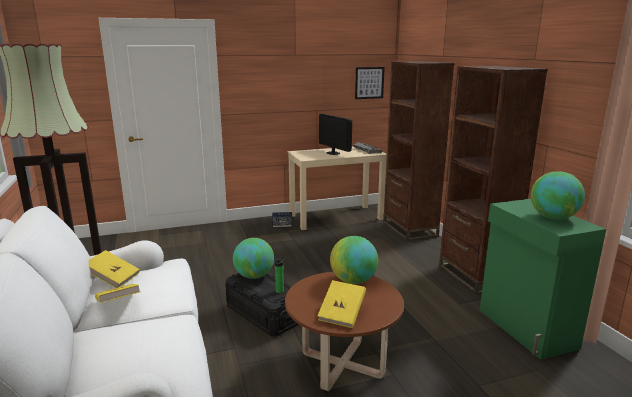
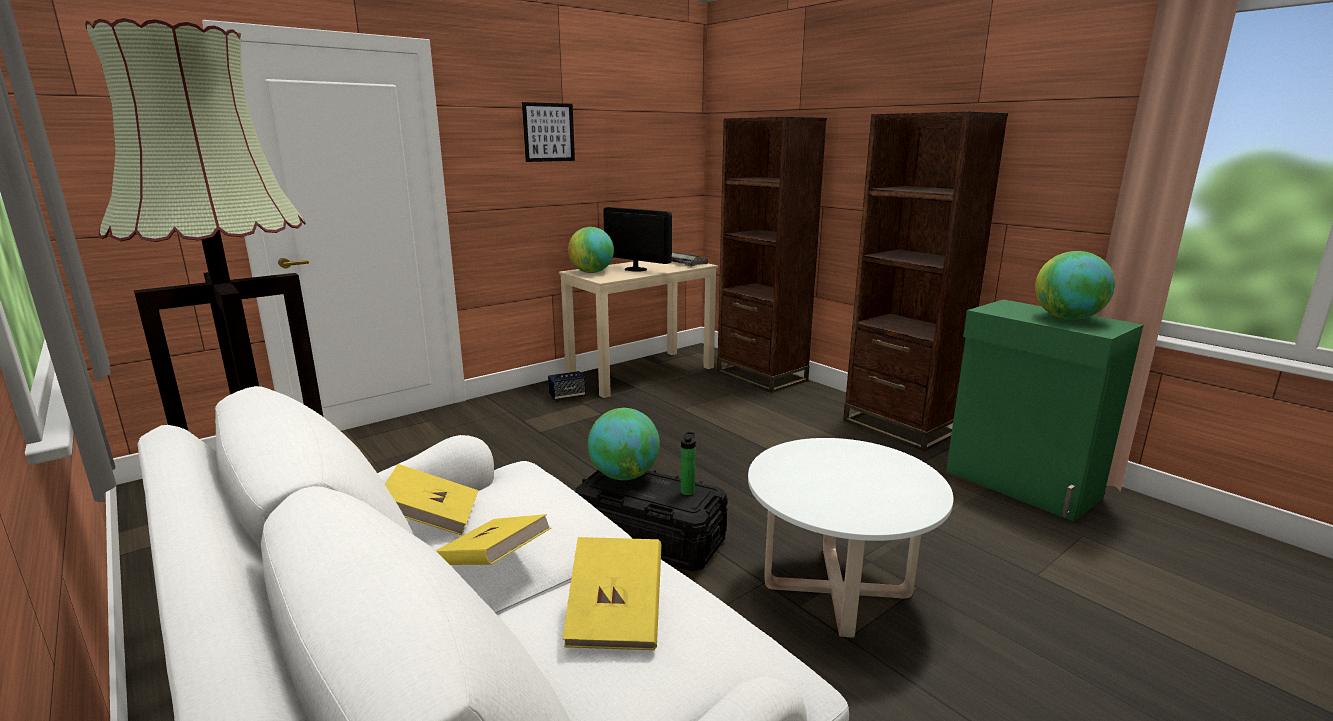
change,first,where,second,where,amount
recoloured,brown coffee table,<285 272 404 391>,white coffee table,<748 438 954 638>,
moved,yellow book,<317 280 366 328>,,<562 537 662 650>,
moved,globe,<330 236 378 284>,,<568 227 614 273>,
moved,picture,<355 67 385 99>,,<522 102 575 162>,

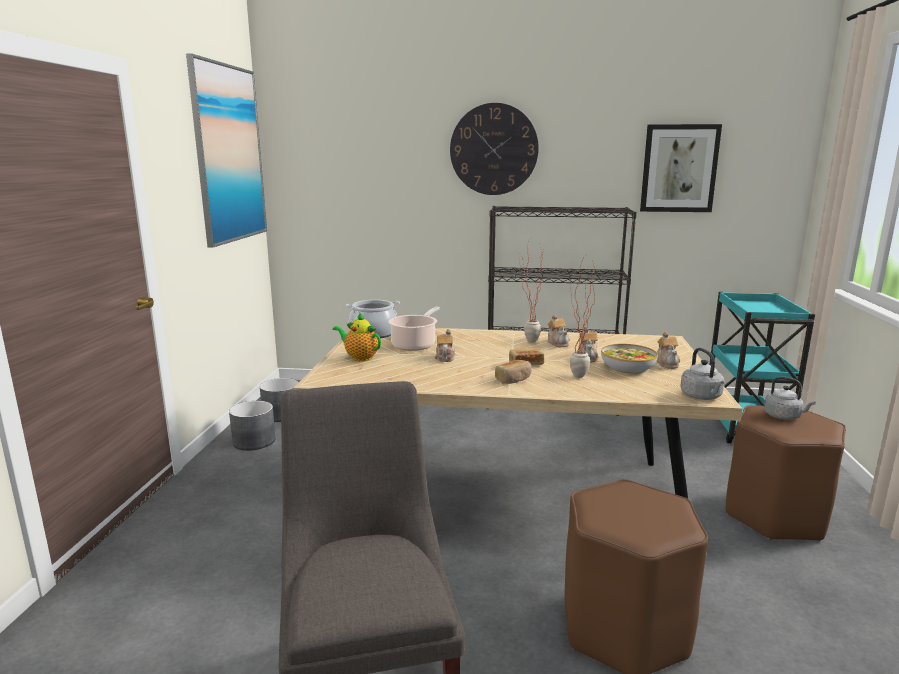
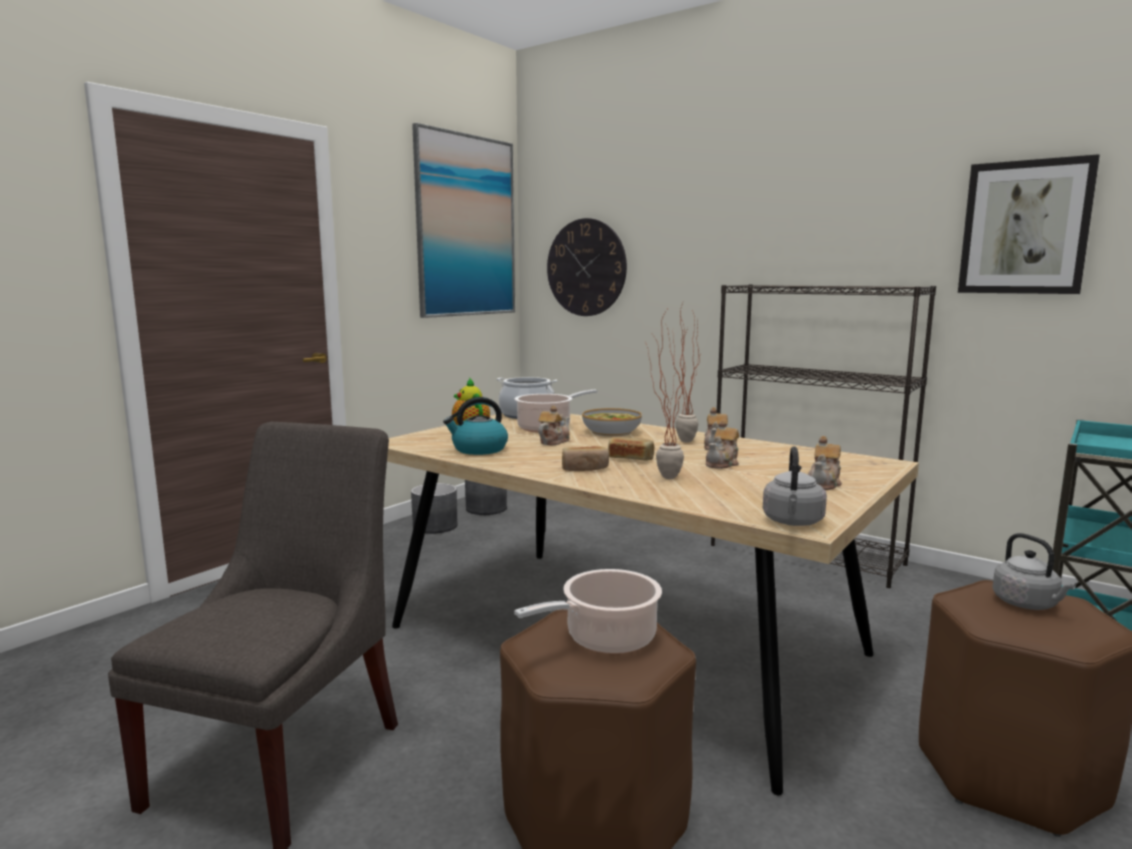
change,first,where,second,where,amount
moved,wall clock,<450 103 539 195>,,<547 218 627 316>,
moved,bowl,<601 344 658 374>,,<582 408 642 437>,
added,,,kettle,<443 397 508 455>,
added,,,cooking pot,<514 569 662 654>,

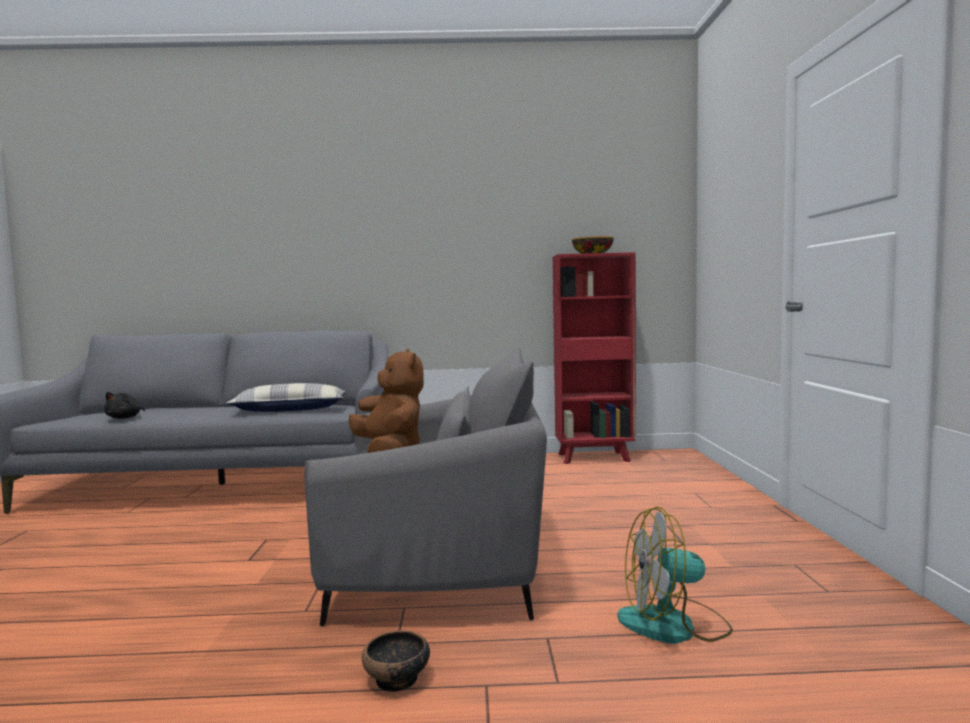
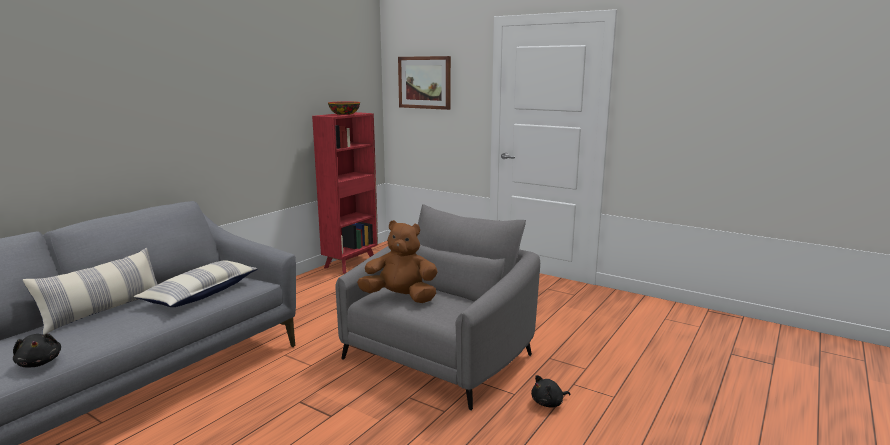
change,first,where,second,where,amount
replaced,bowl,<362 630 430 692>,black plush toy,<531 375 571 408>,
removed,fan,<617 507 733 644>,,,
added,,,pillow,<23 248 158 335>,
added,,,picture,<398 56 451 110>,

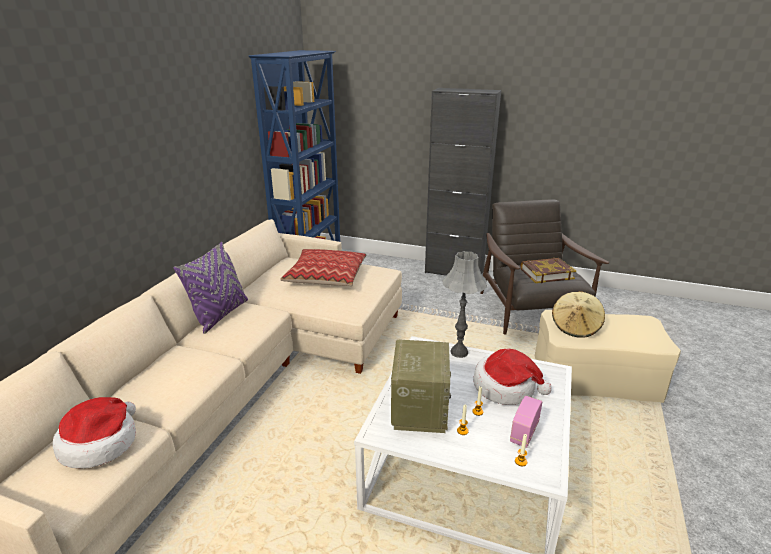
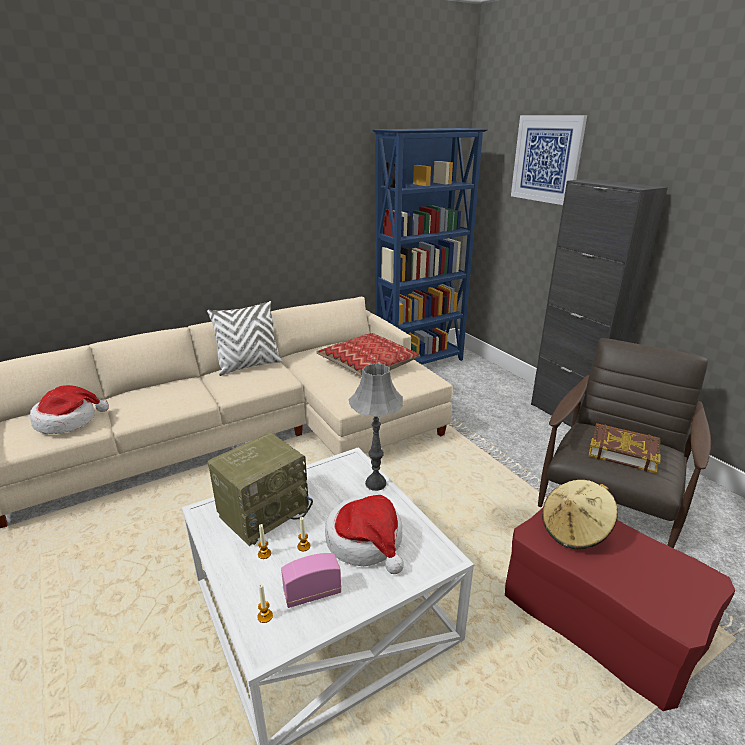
change,first,where,second,where,amount
recoloured,purple pillow,<173 242 248 334>,white pillow,<207 301 282 376>,
recoloured,beige ottoman,<535 310 681 403>,red ottoman,<505 508 735 711>,
added,,,picture,<511 115 587 205>,

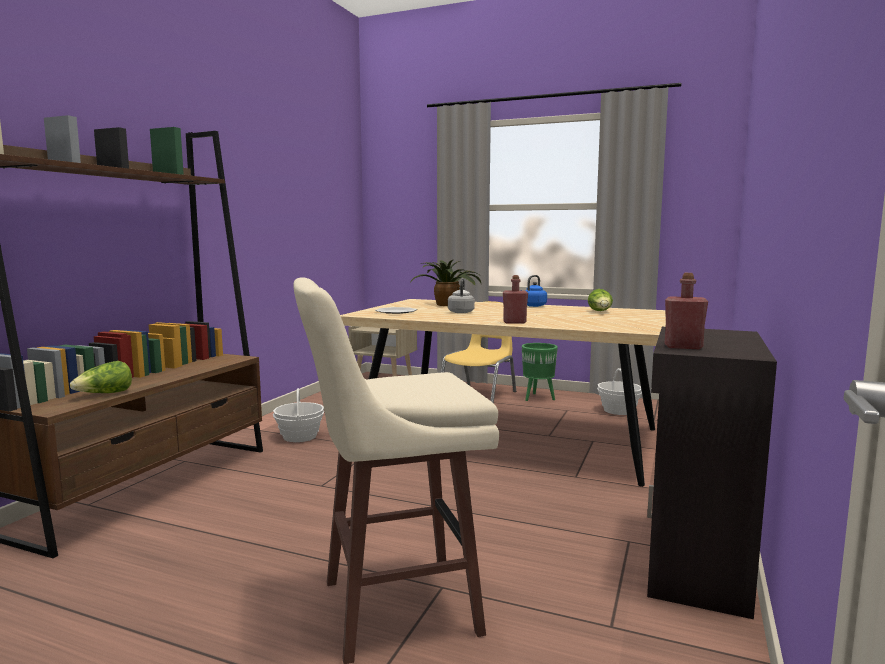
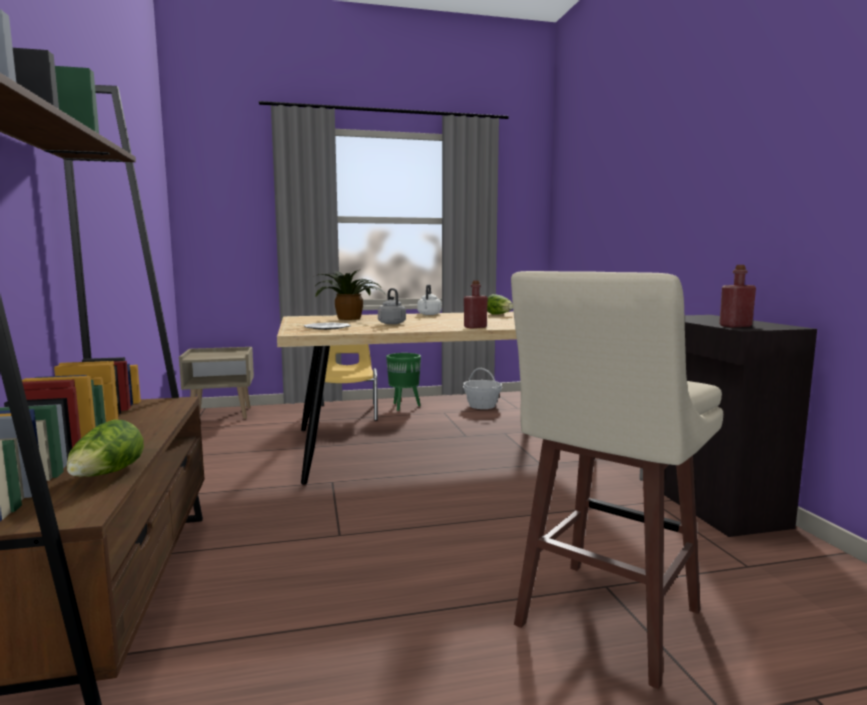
change,first,where,second,where,amount
removed,basket,<273 388 324 442>,,,
recoloured,blue kettle,<521 275 547 307>,white kettle,<418 284 442 315>,

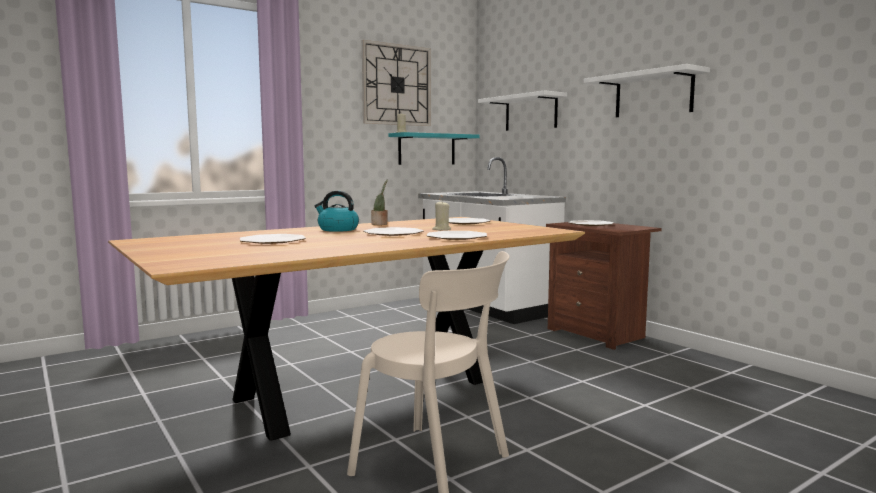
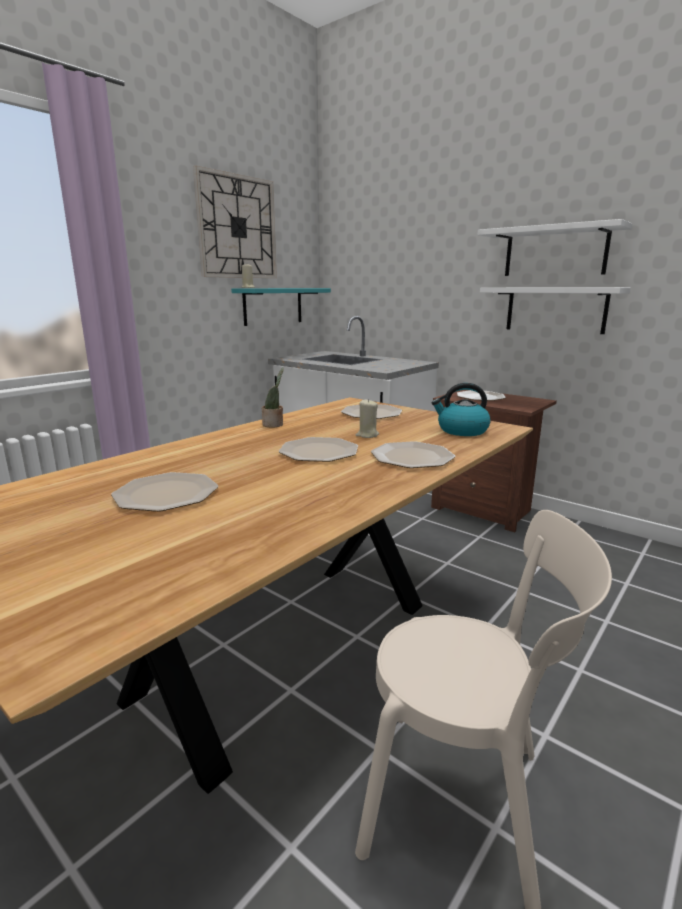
change,first,where,second,where,amount
moved,kettle,<314 191 359 232>,,<432 383 491 436>,
moved,white shelf,<478 90 567 131>,,<480 287 631 334>,

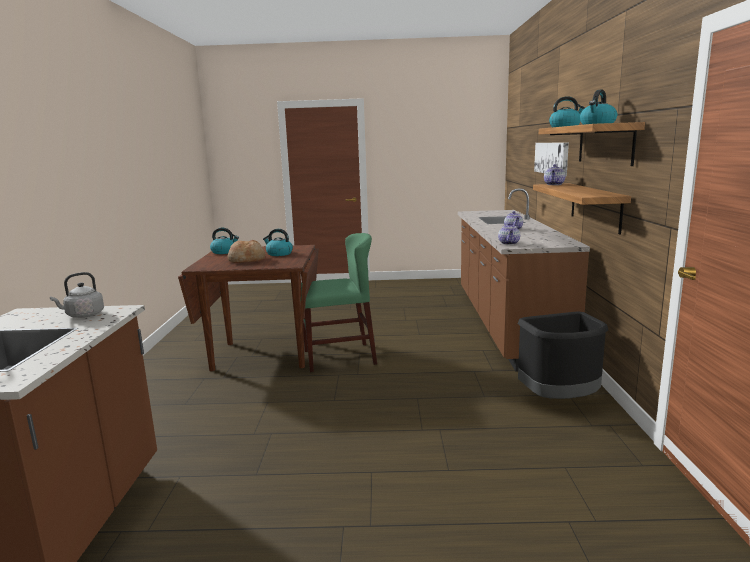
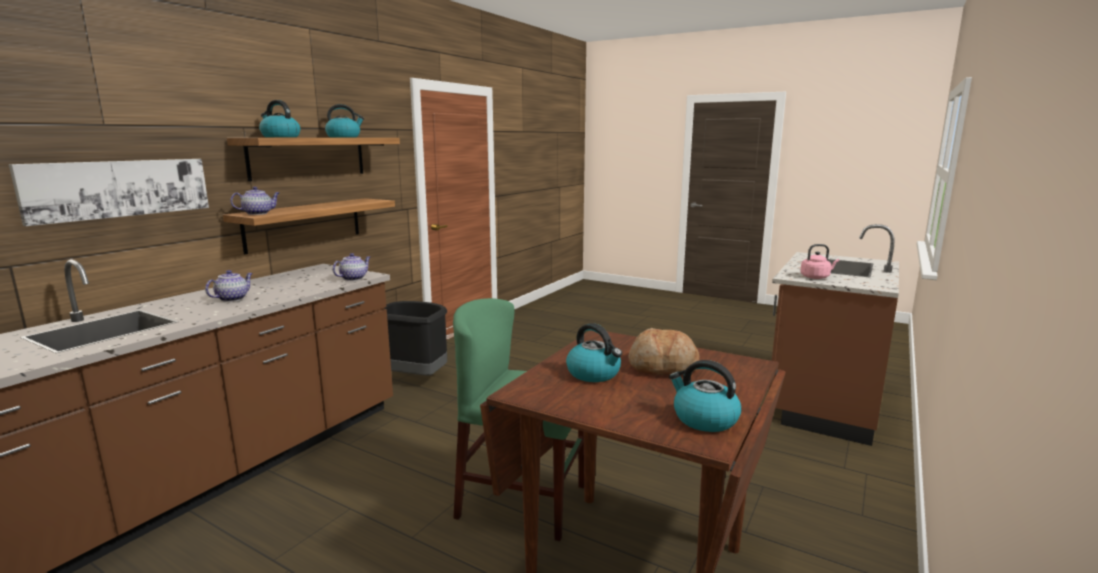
change,first,where,second,where,amount
recoloured,grey kettle,<50 272 104 318>,pink kettle,<800 244 839 279>,

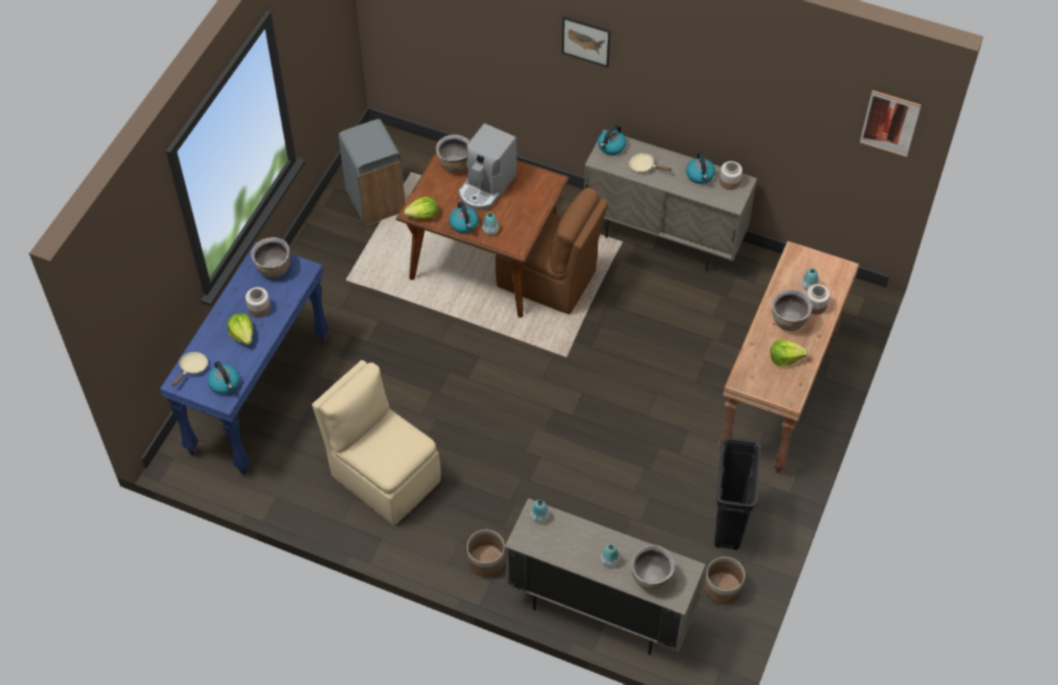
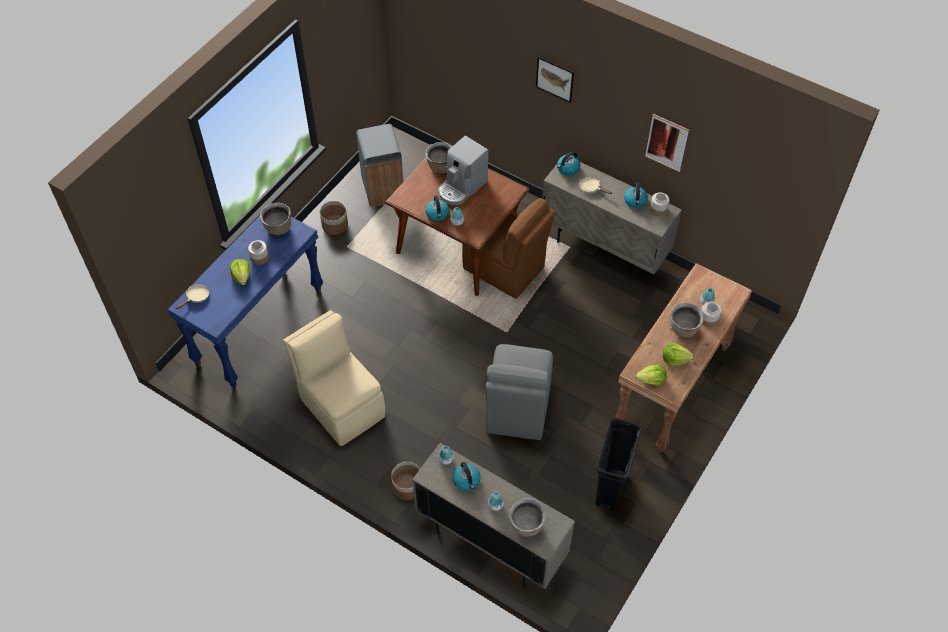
change,first,where,second,where,amount
moved,kettle,<208 361 240 394>,,<453 462 481 491>,
moved,lettuce,<404 196 438 219>,,<636 365 667 385>,
moved,planter,<704 557 745 605>,,<320 201 348 235>,
moved,picture,<860 90 921 157>,,<645 114 689 172>,
added,,,grey chair,<486 344 553 440>,

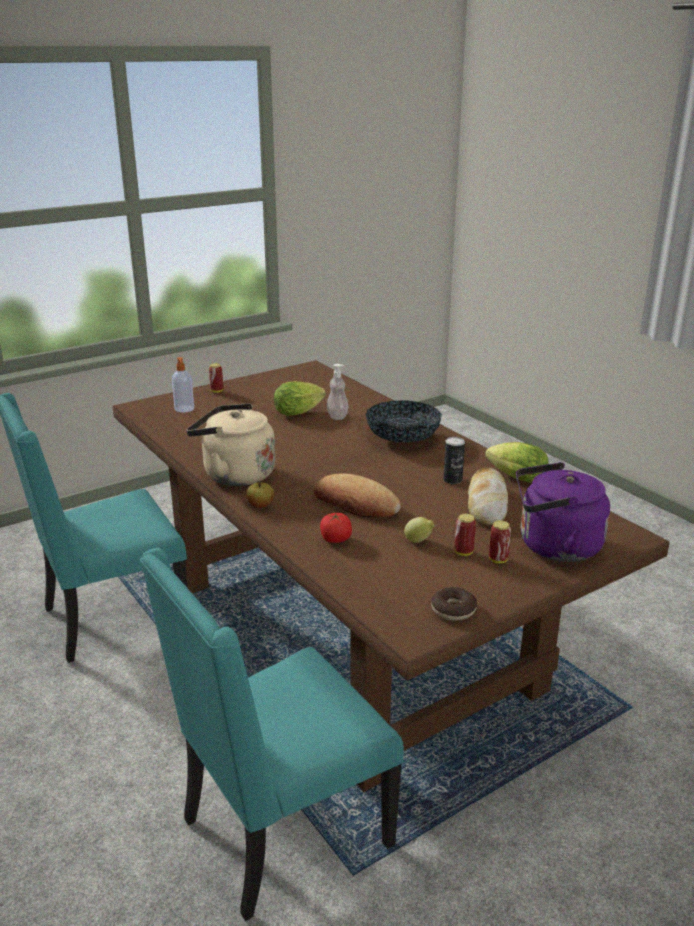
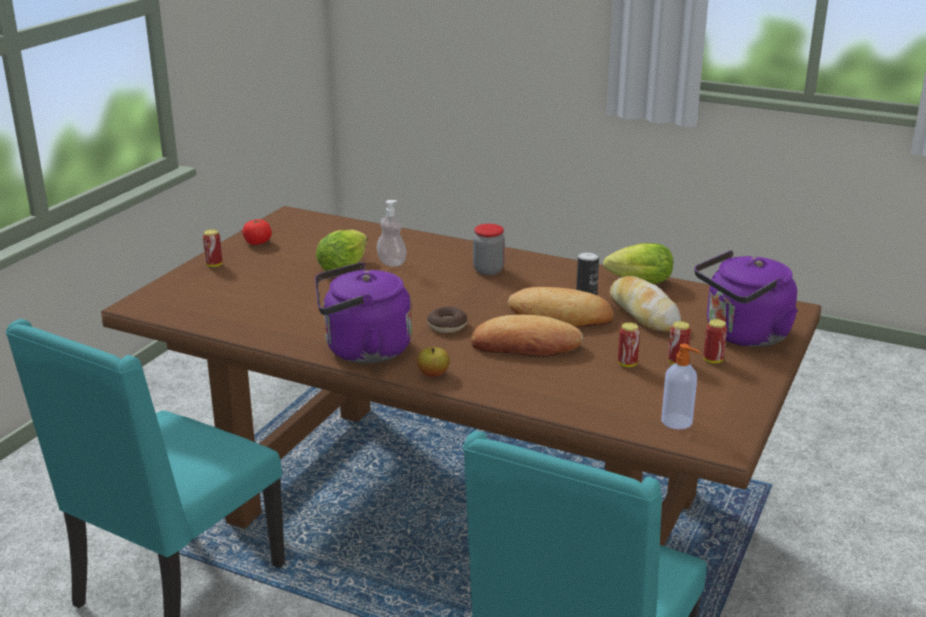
change,first,where,second,where,amount
moved,soap dispenser,<172 357 194 413>,,<661 344 701 430>,
recoloured,beige kettle,<186 403 275 486>,purple kettle,<315 262 412 363>,
moved,tomato,<320 513 352 543>,,<243 219 272 245>,
replaced,bowl,<366 400 442 442>,jar,<473 224 505 275>,
replaced,lemon,<404 517 435 543>,can,<618 322 640 367>,
moved,donut,<431 587 477 621>,,<427 307 467 333>,
added,,,bread,<508 287 613 327>,

